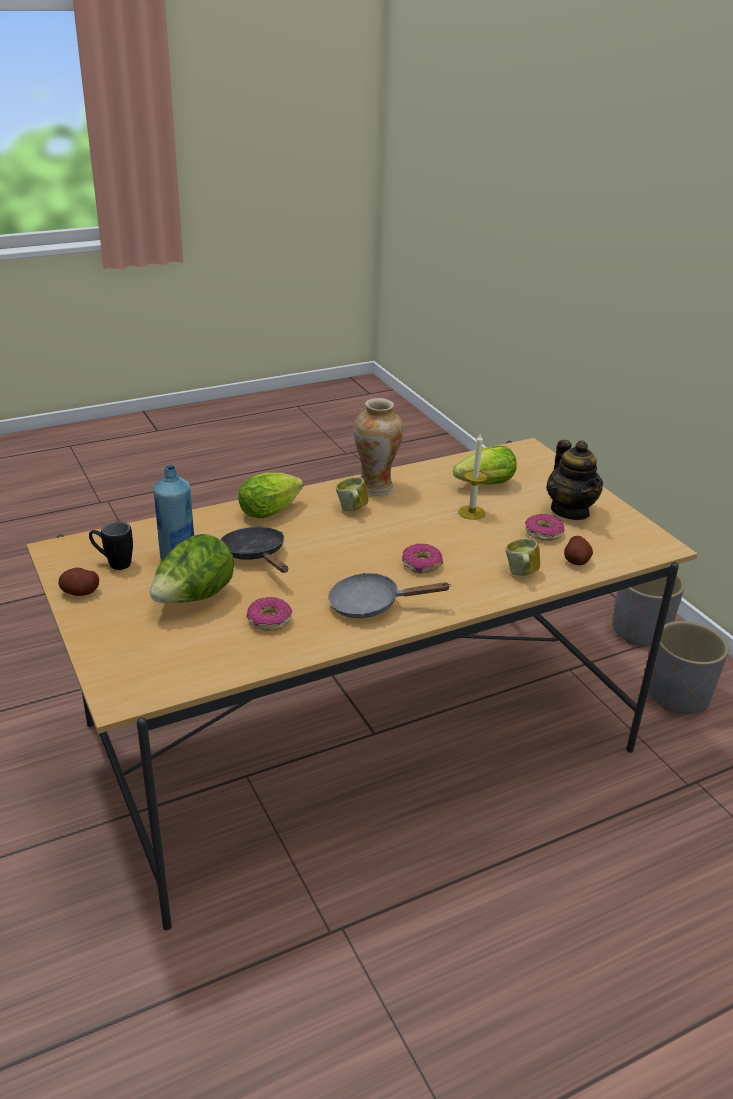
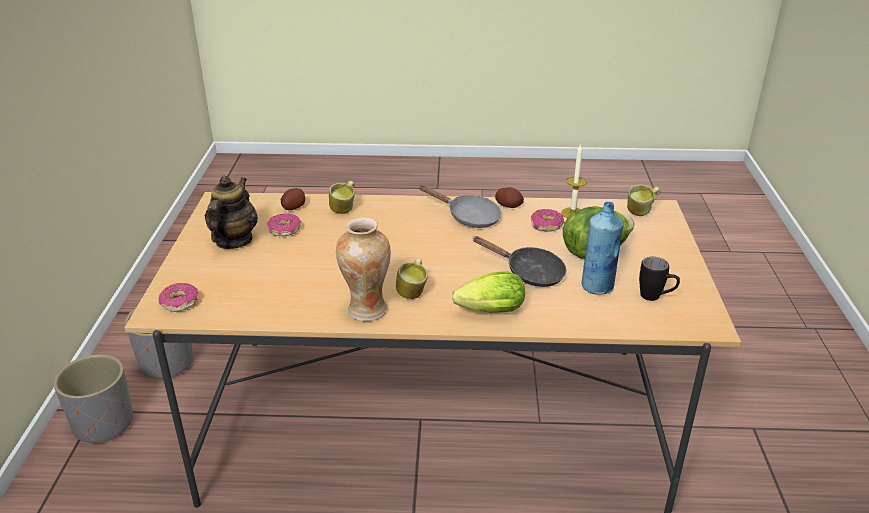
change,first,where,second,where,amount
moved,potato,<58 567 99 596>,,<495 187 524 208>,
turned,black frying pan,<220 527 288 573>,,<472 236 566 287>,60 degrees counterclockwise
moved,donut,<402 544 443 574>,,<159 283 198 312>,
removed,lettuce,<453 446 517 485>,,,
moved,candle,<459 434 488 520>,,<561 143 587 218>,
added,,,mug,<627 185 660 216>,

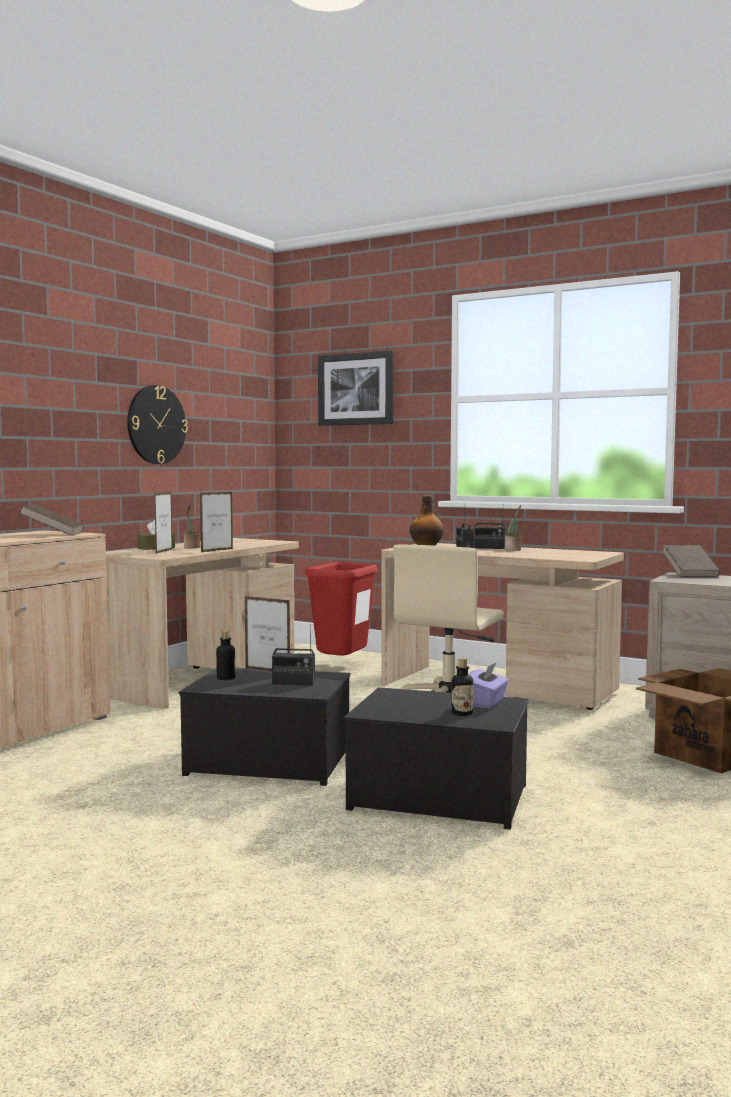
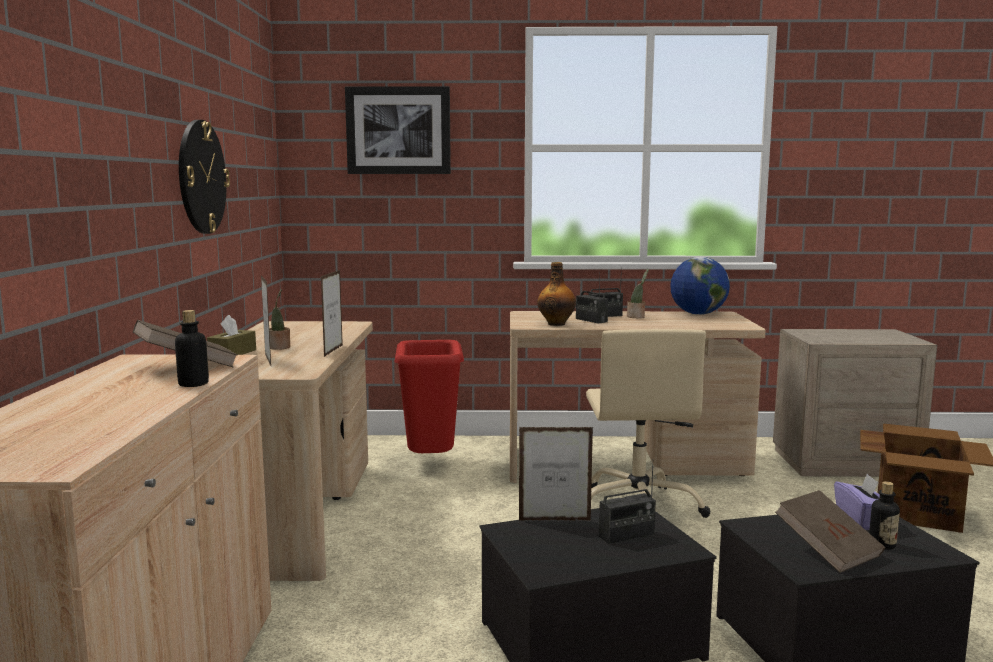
change,first,where,second,where,amount
moved,bottle,<216 630 235 680>,,<175 310 209 387>,
moved,brown book,<662 545 720 577>,,<775 490 885 573>,
added,,,globe,<670 257 730 315>,

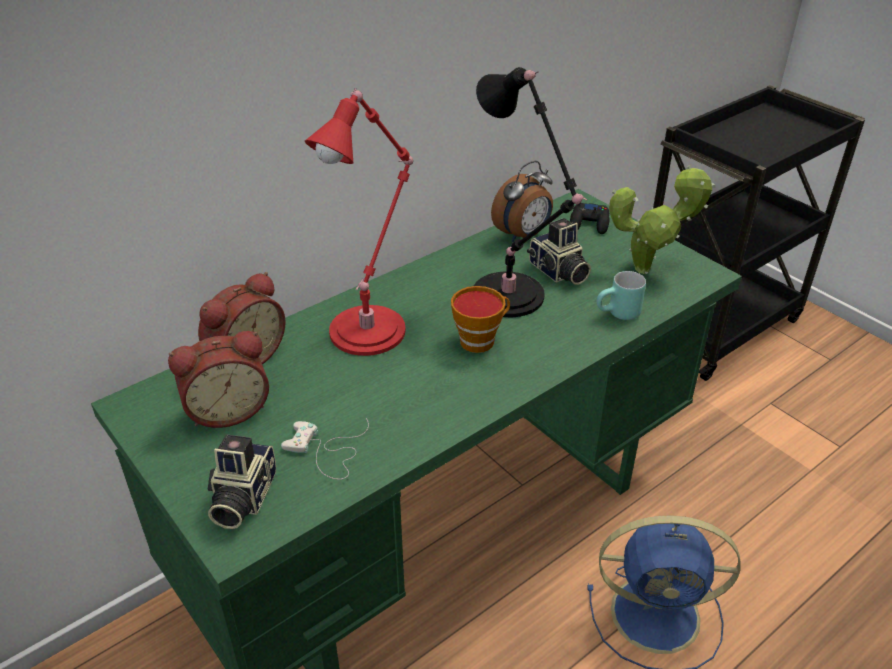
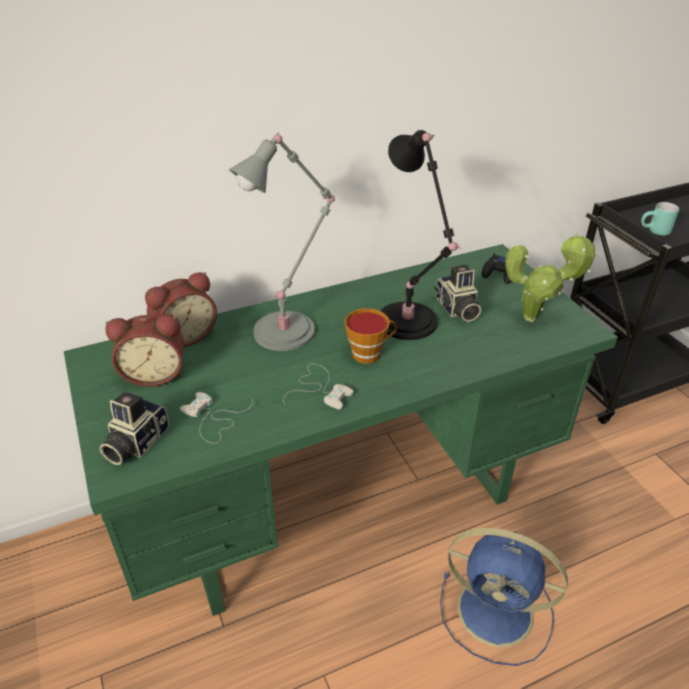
change,first,where,second,where,amount
recoloured,red table lamp,<305 88 413 356>,grey table lamp,<229 133 335 351>,
removed,alarm clock,<491 161 553 242>,,,
moved,turquoise mug,<597 271 646 320>,,<641 202 679 236>,
added,,,white game controller,<284 364 354 410>,

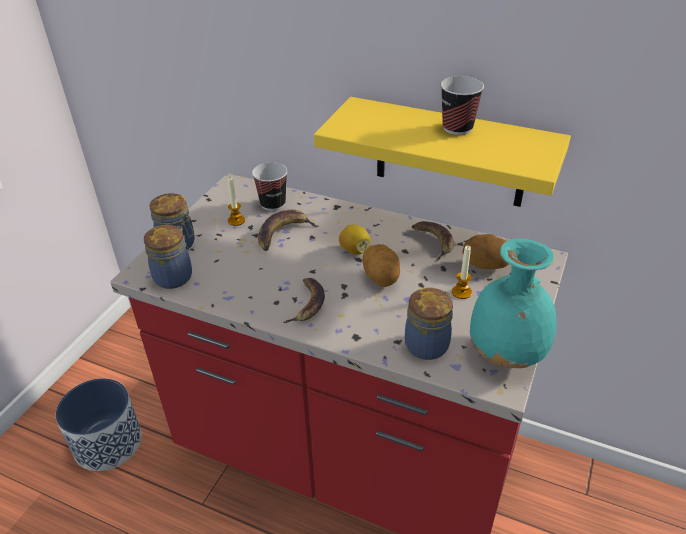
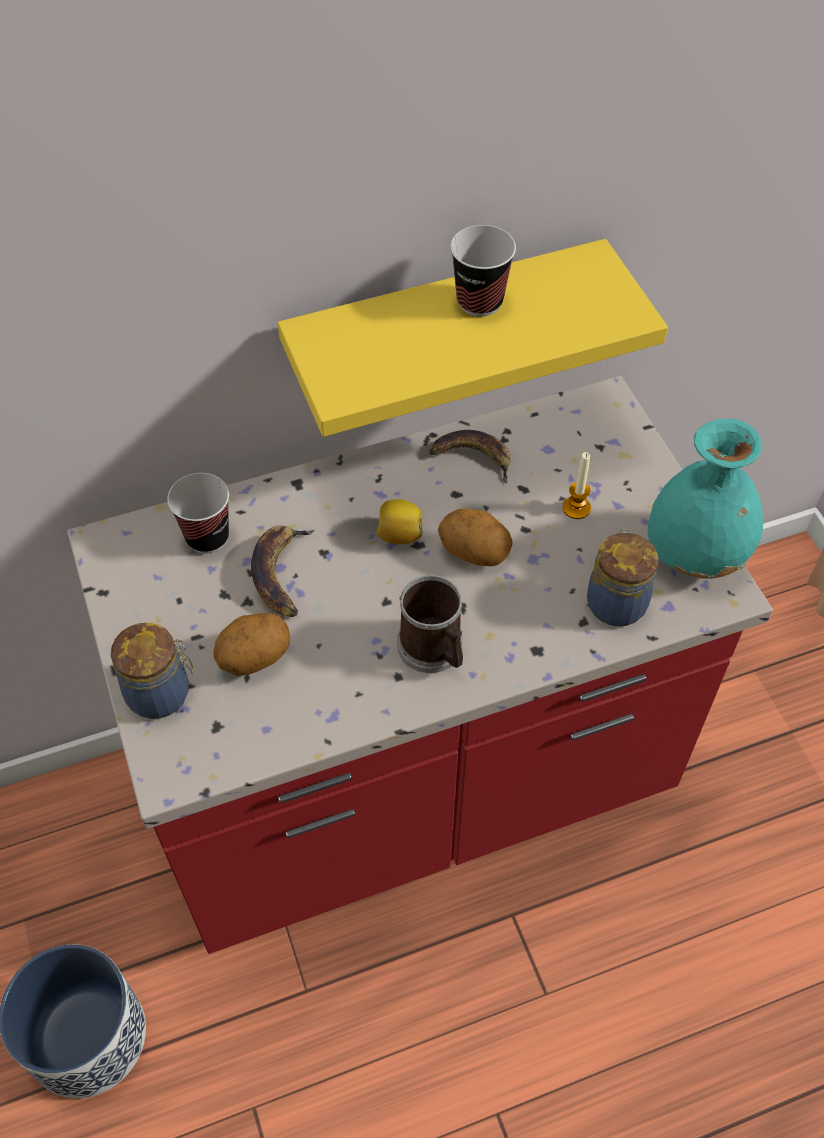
change,first,where,second,where,amount
removed,jar,<144 225 192 289>,,,
removed,candle,<228 177 245 226>,,,
replaced,banana,<284 278 325 323>,mug,<397 575 463 673>,
moved,potato,<462 234 509 269>,,<213 613 290 676>,

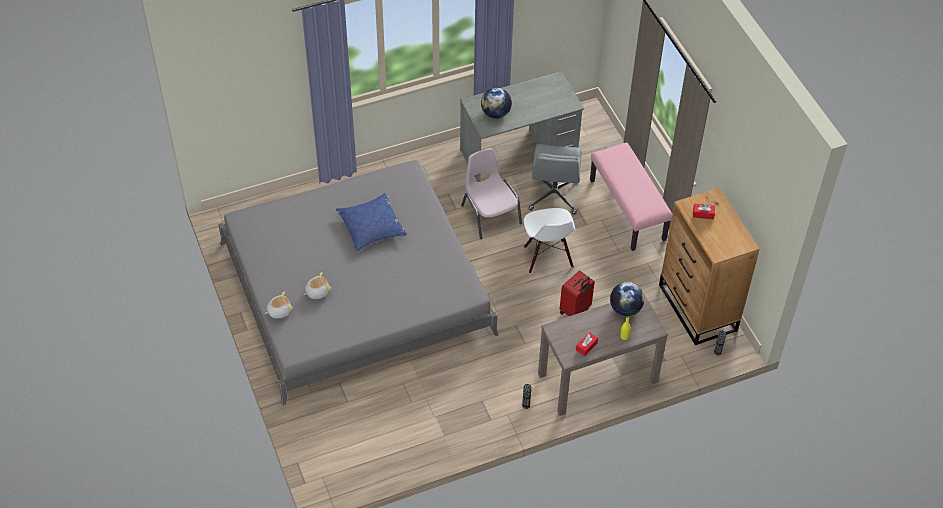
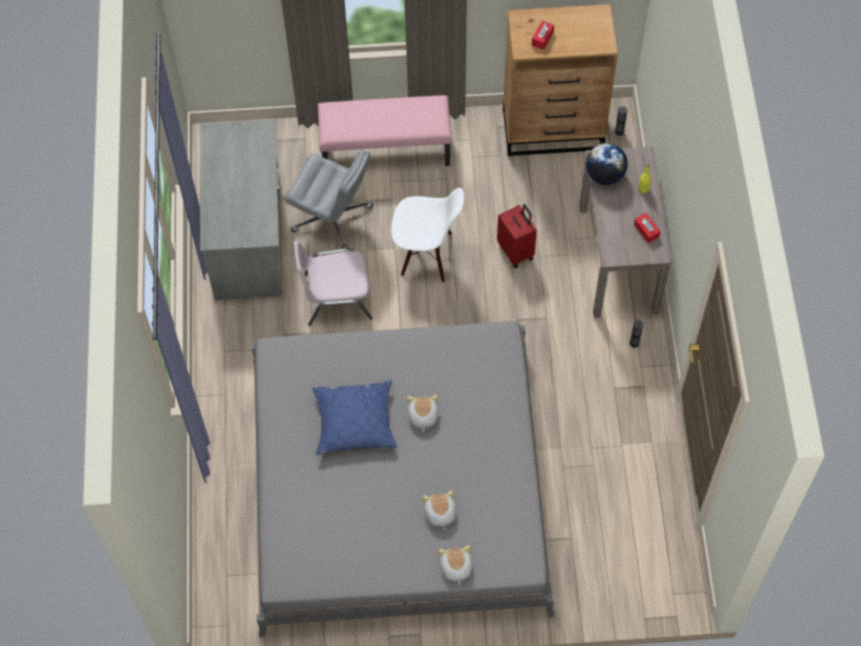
change,first,where,second,where,amount
removed,globe,<481 88 512 119>,,,
added,,,plush toy,<407 395 438 432>,

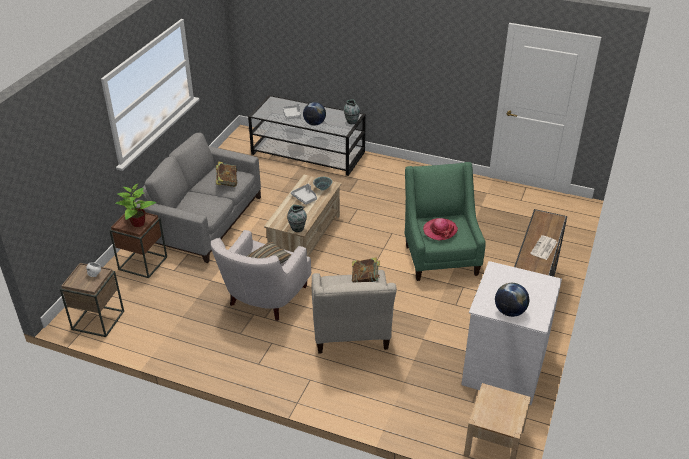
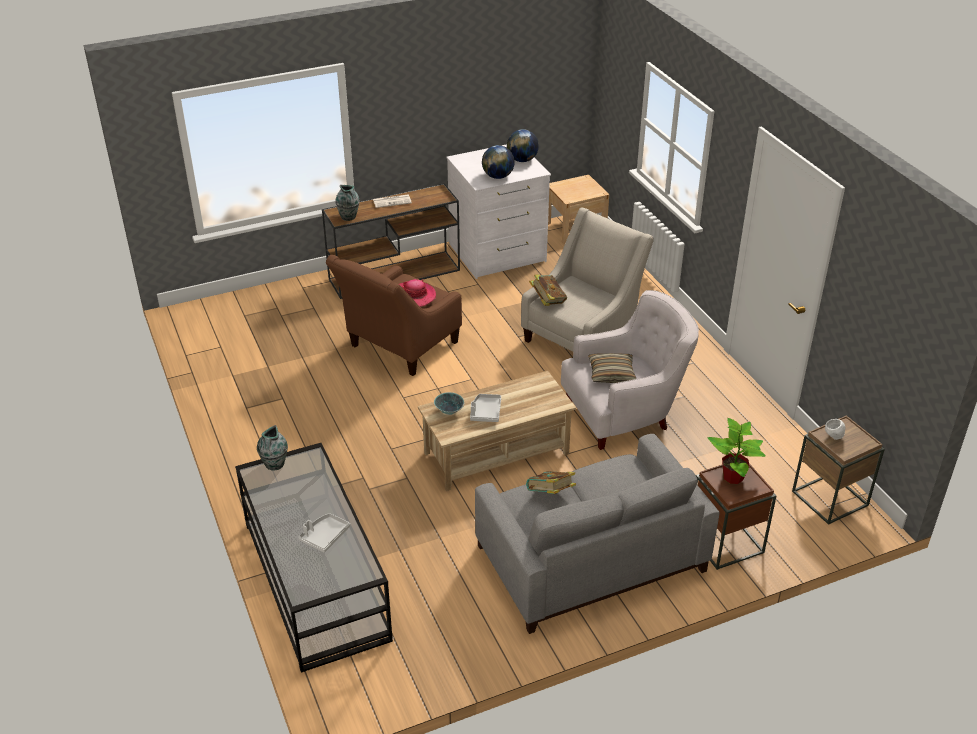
change,first,where,second,where,amount
moved,vase,<287 205 307 232>,,<335 185 360 221>,
moved,globe,<303 102 326 126>,,<482 145 515 179>,
recoloured,green armchair,<405 162 486 281>,brown armchair,<326 255 462 376>,

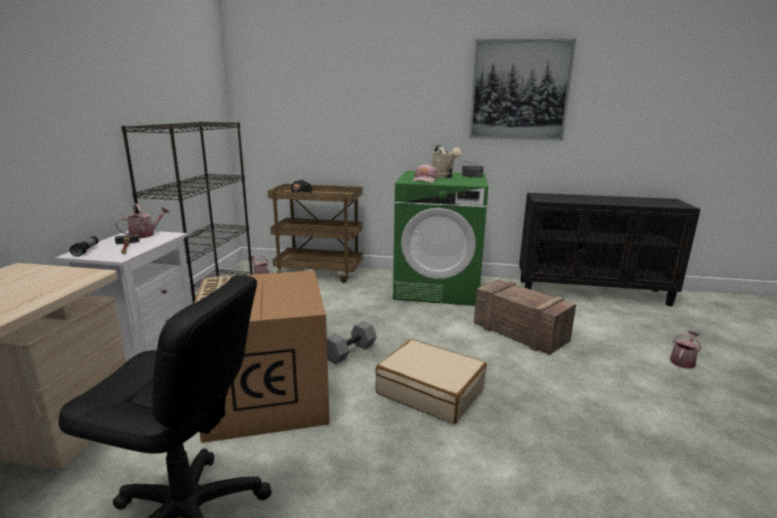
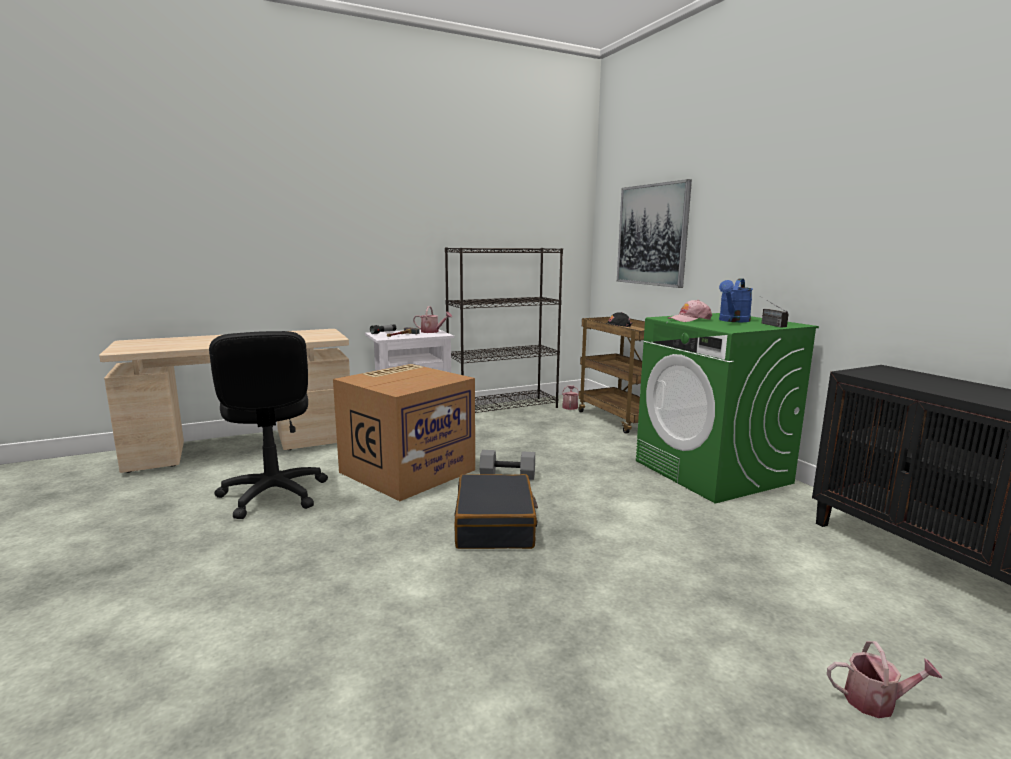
change,first,where,second,where,amount
recoloured,beige suitcase,<375 339 487 424>,black suitcase,<454 474 538 549>,
recoloured,beige watering can,<433 145 462 178>,blue watering can,<719 278 753 322>,
moved,picture,<469 39 576 140>,,<617 179 692 288>,
removed,crate,<474 279 576 355>,,,

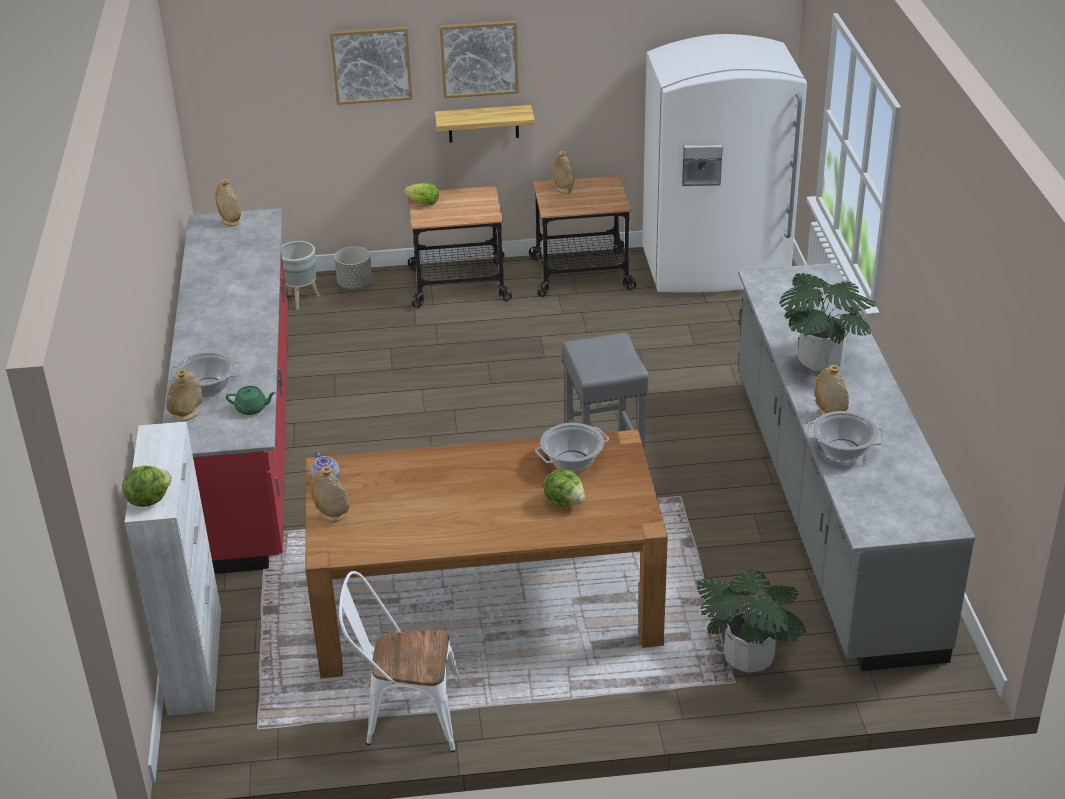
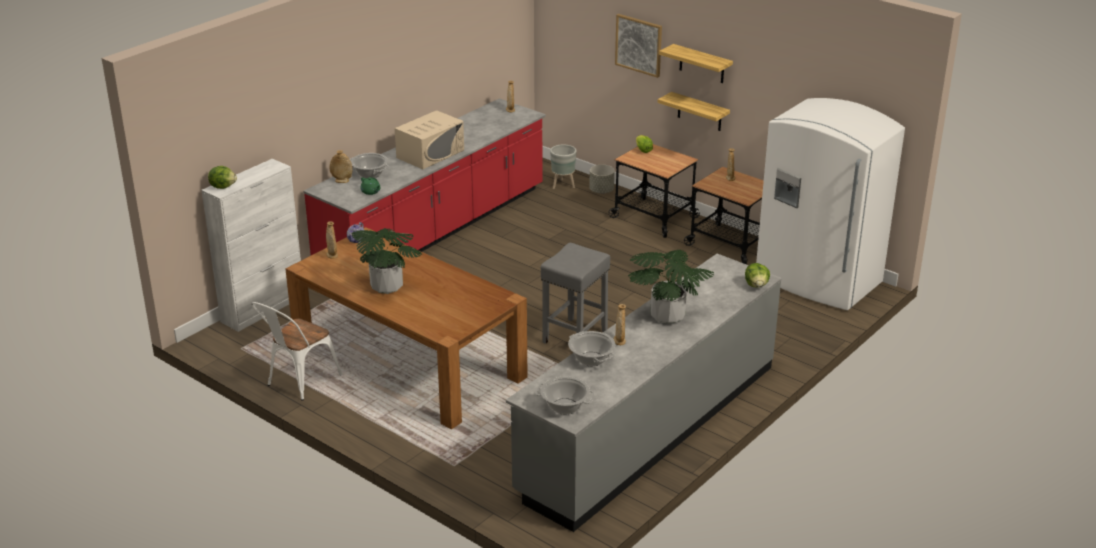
change,first,where,second,where,amount
turned,white chair,<339 571 462 752>,,<251 302 342 401>,105 degrees counterclockwise
replaced,picture,<440 20 519 98>,shelf,<659 44 733 83>,
moved,cooking pot,<535 423 609 472>,,<535 377 595 414>,
moved,lettuce,<543 470 585 507>,,<745 263 770 288>,
moved,potted plant,<697 569 806 673>,,<352 228 422 294>,
added,,,beige microwave,<395 110 464 169>,

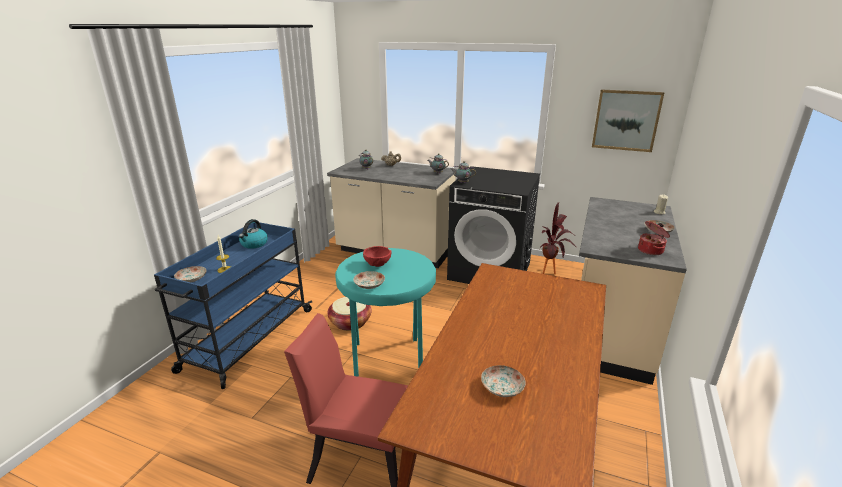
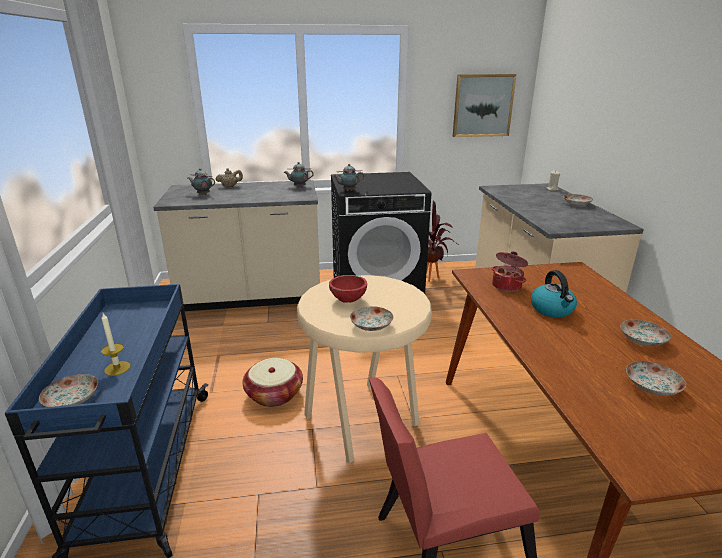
change,first,where,second,where,amount
moved,kettle,<239 219 268 249>,,<531 270 577 317>,
recoloured,turquoise stool,<335 248 436 377>,beige stool,<297 275 432 463>,
moved,cooking pot,<638 221 670 255>,,<492 251 528 292>,
added,,,plate,<620 319 671 346>,

